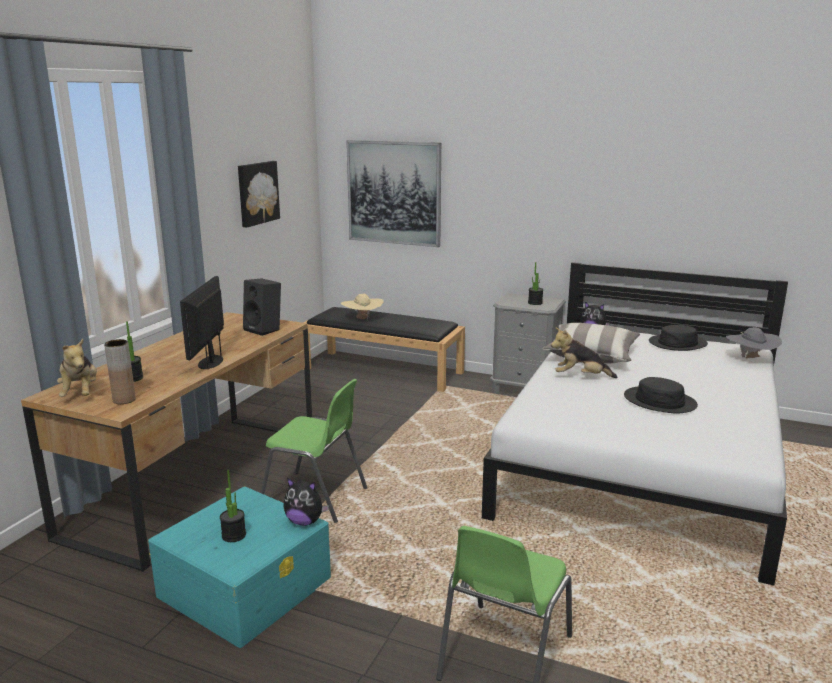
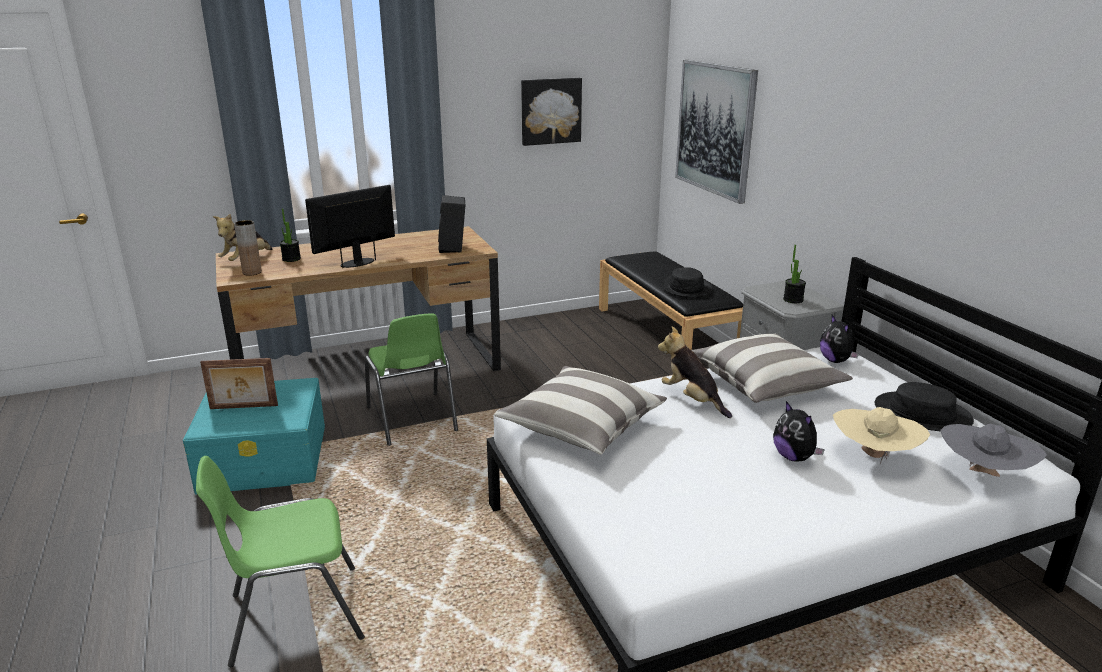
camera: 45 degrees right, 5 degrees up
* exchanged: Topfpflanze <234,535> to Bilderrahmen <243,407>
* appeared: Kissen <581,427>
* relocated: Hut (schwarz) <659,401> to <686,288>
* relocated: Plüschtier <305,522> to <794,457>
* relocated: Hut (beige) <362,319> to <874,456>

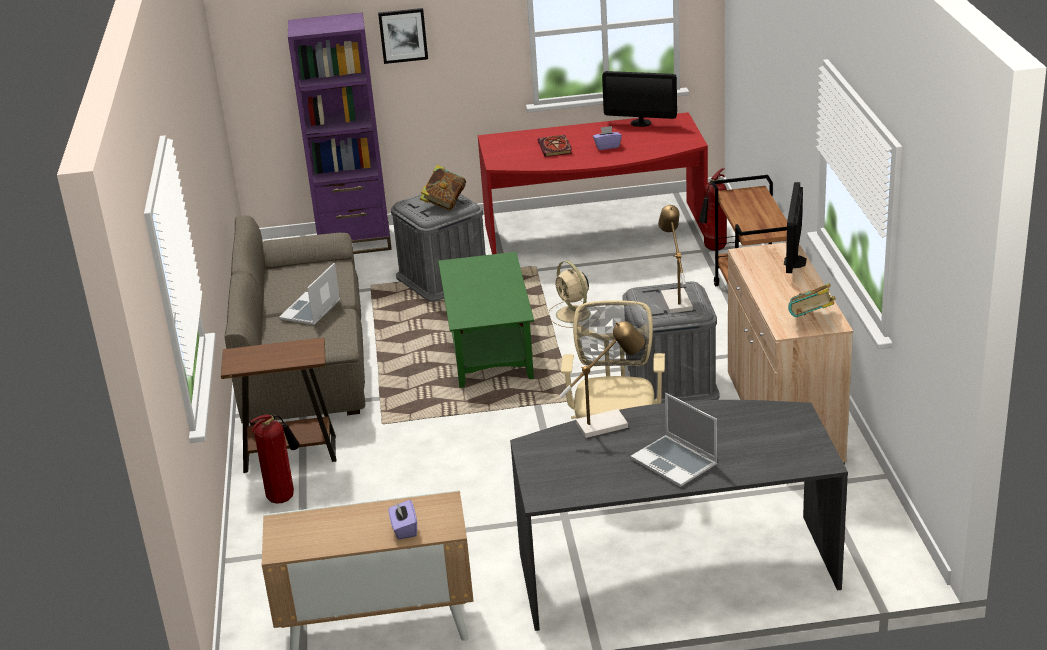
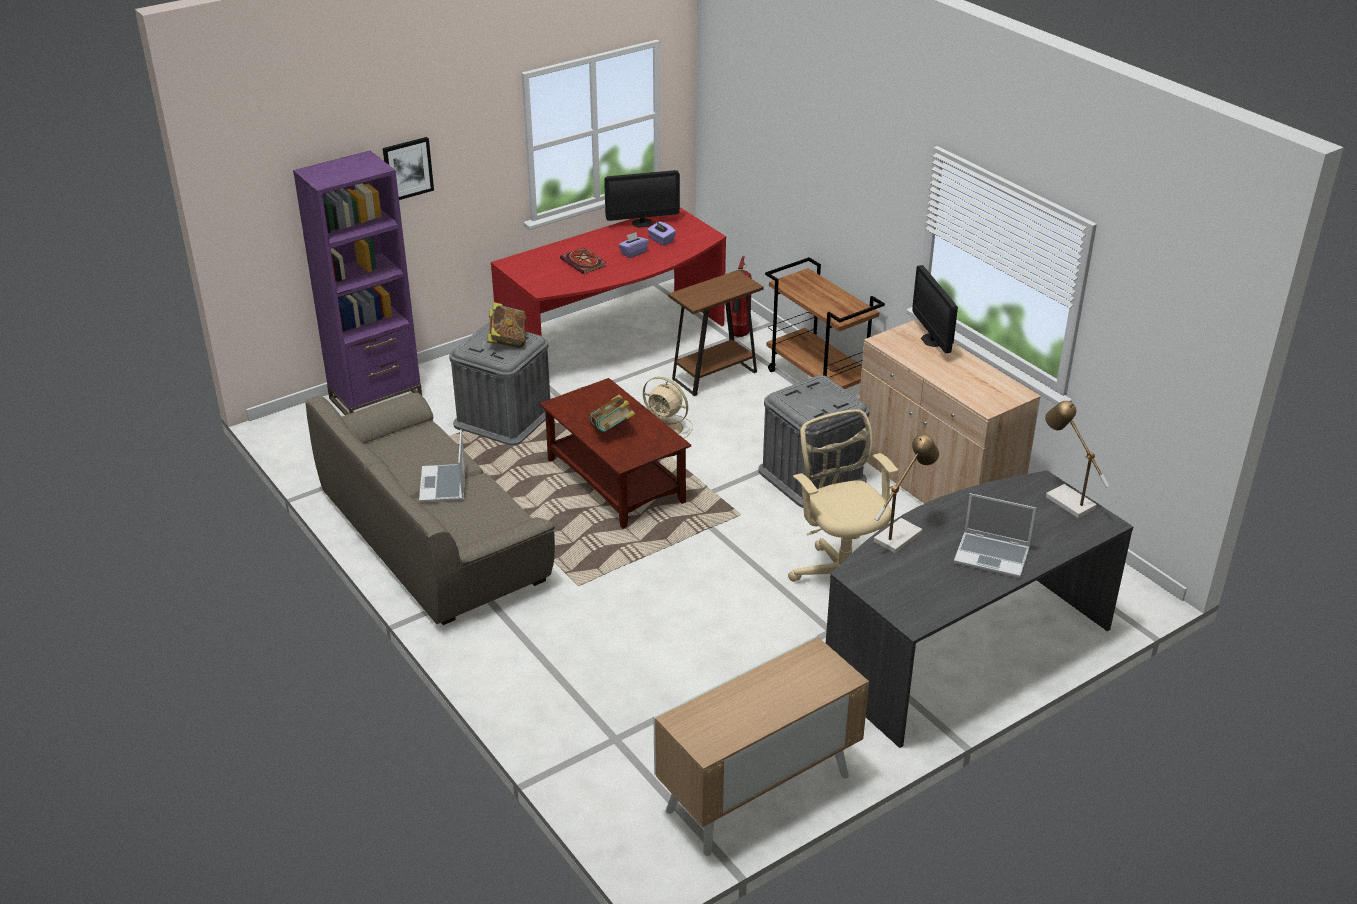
camera: 30 degrees left, 5 degrees up
* colour: Couchtisch (grün) <488,348> to Couchtisch (braun) <614,481>
* relocated: Buch <811,320> to <612,430>
* relocated: Taschentuchbox (lila) <404,529> to <661,240>
* relocated: Beistelltisch (braun) <290,454> to <714,375>
* relocated: Tischlampe <674,299> to <1064,500>
* missing: Feuerlöscher <283,496>

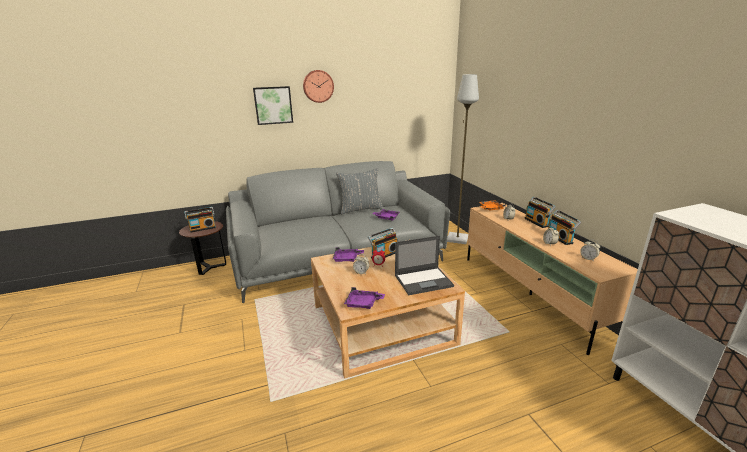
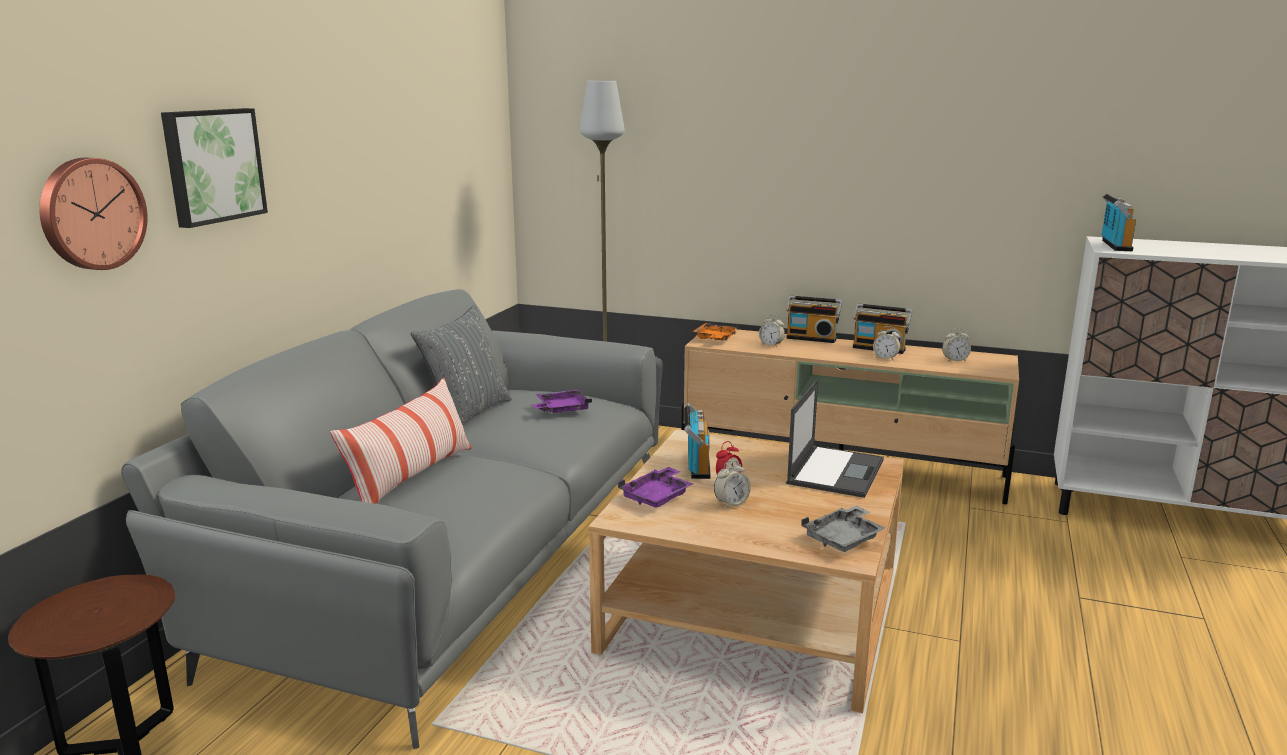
camera: 50 degrees left, 5 degrees down
* relocated: Wanduhr <318,86> to <91,214>
* appeared: Kissen <411,478>
* colour: Tablett (lila) <363,303> to Tablett (grau) <844,539>
* relocated: Radio <202,228> to <1113,245>

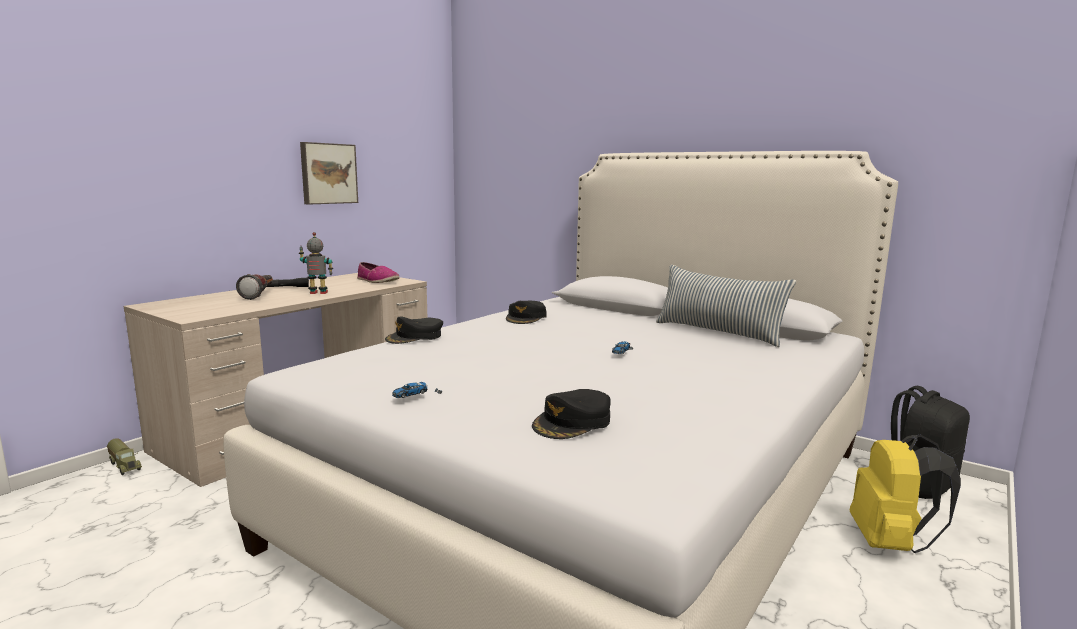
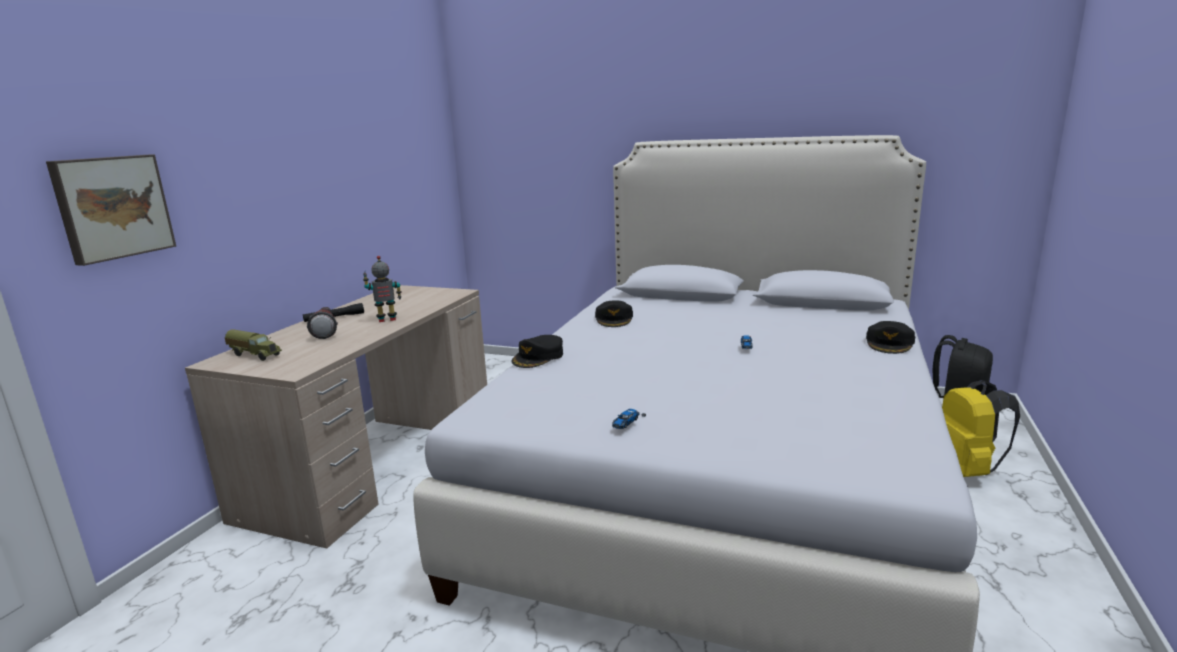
camera: 15 degrees left, 5 degrees up
* relocated: Bild <328,173> to <112,207>
* relocated: Spielzeuglaster <125,465> to <255,355>
* relocated: Kappe (schwarz) <573,422> to <890,343>
* missing: Schuh <377,281>
* missing: Kissen <718,332>

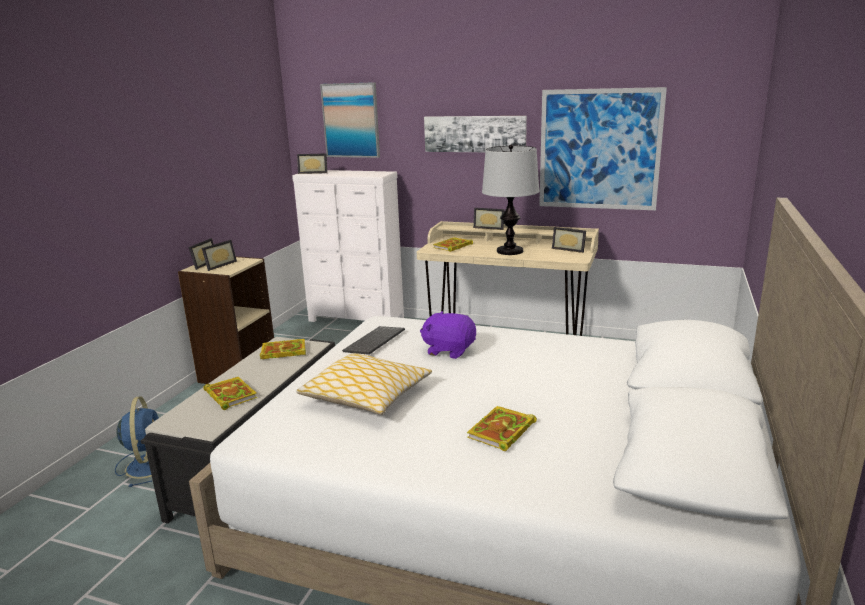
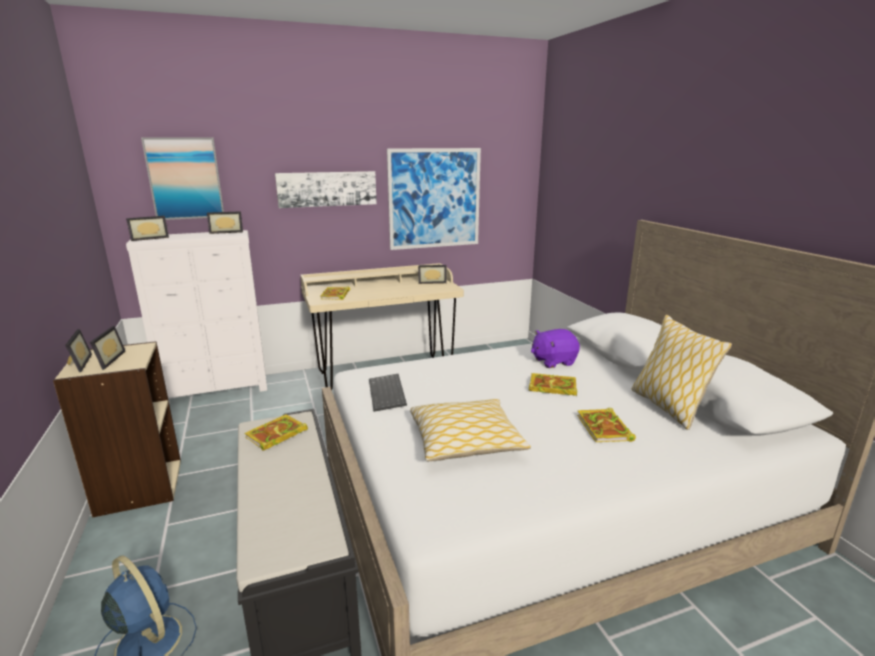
camera: 40 degrees left, 0 degrees up
* relocated: Bilderrahmen <489,227> to <226,232>
* relocated: Buch <230,395> to <551,387>
* relocated: Plüschtier (lila) <449,350> to <553,361>
* appeared: Kissen <668,407>
* missing: Tischlampe <510,251>

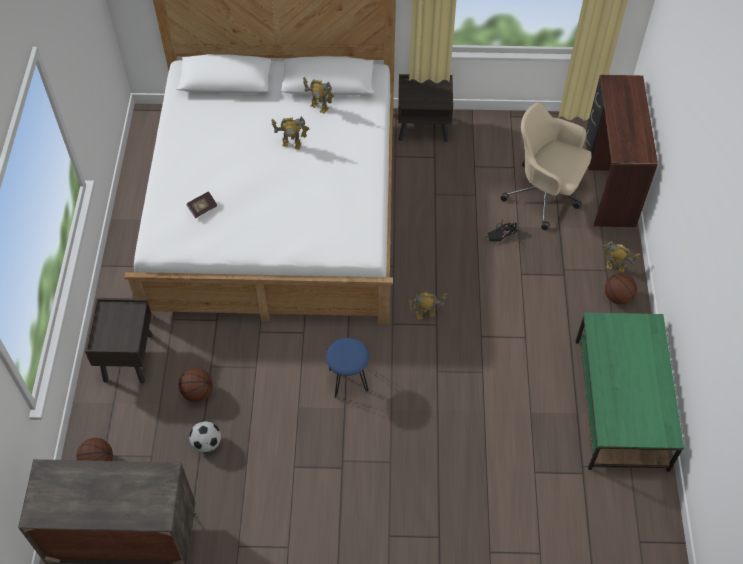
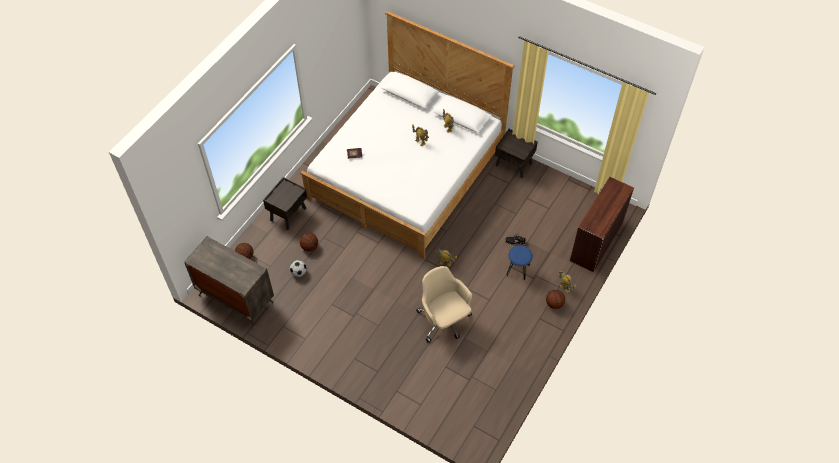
camera: 30 degrees right, 0 degrees up
* relocated: Bürostuhl (beige) <545,195> to <444,321>
* relocated: Hocker (blau) <349,380> to <518,270>
* missing: Couchtisch (grün) <620,402>

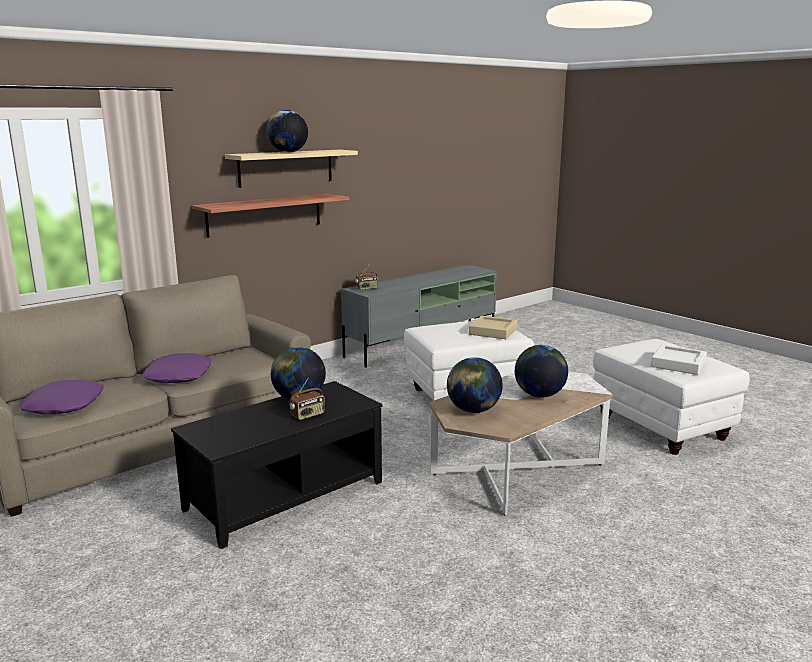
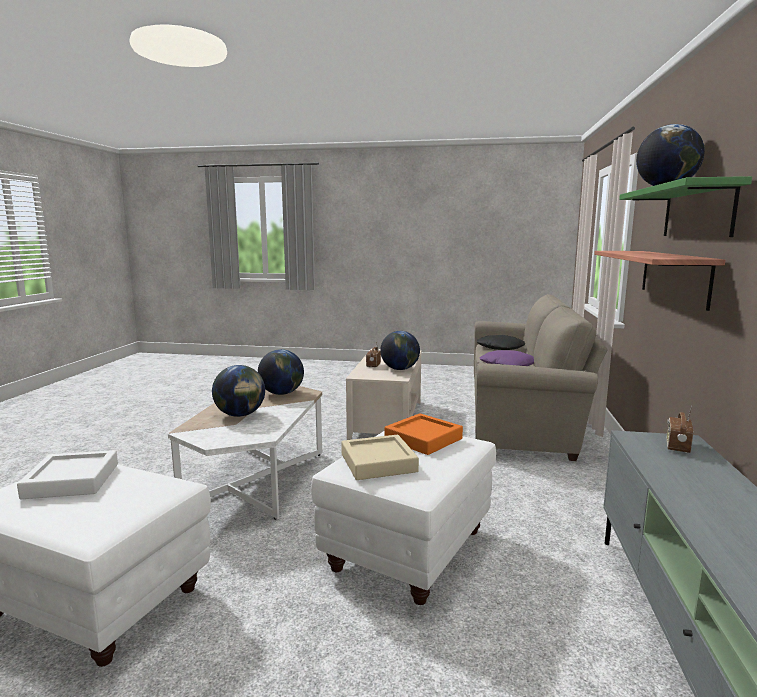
camera: 140 degrees right, 5 degrees down
* colour: Couchtisch (schwarz) <285,495> to Couchtisch (beige) <387,419>
* appeared: Tablett (orange) <423,439>
* colour: Kissen (lila) <63,405> to Kissen (schwarz) <501,348>
* colour: Wandregal (beige) <286,168> to Wandregal (grün) <697,211>

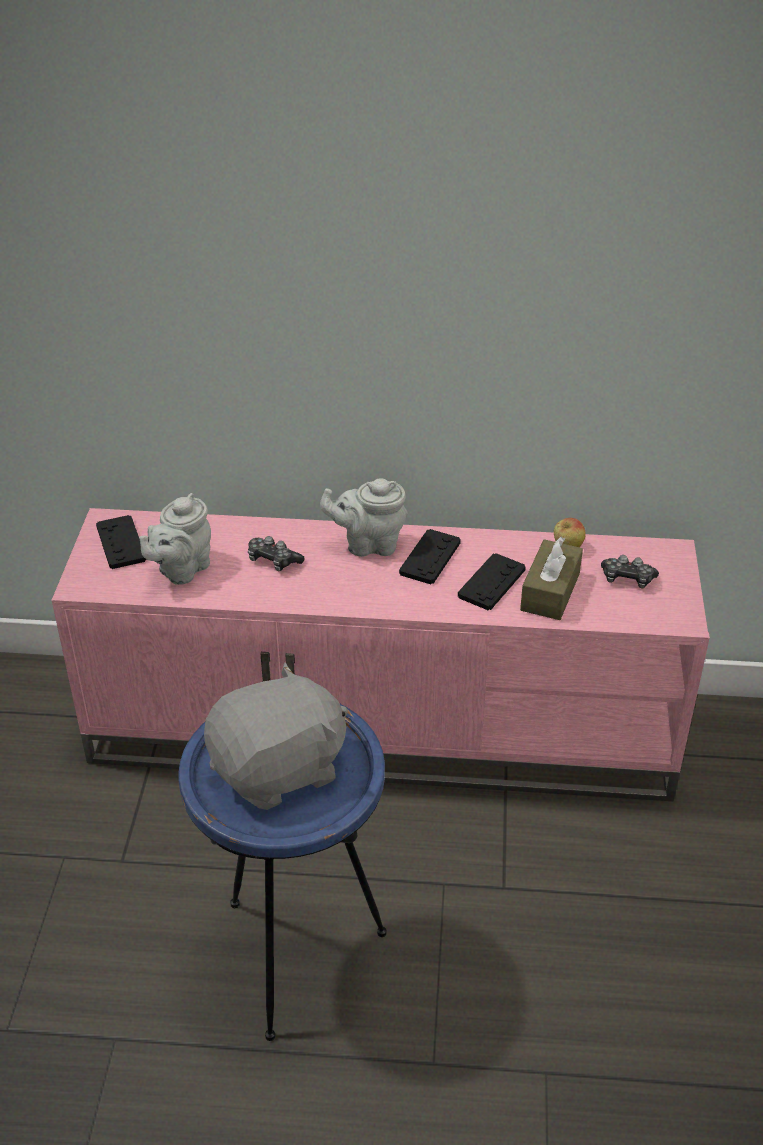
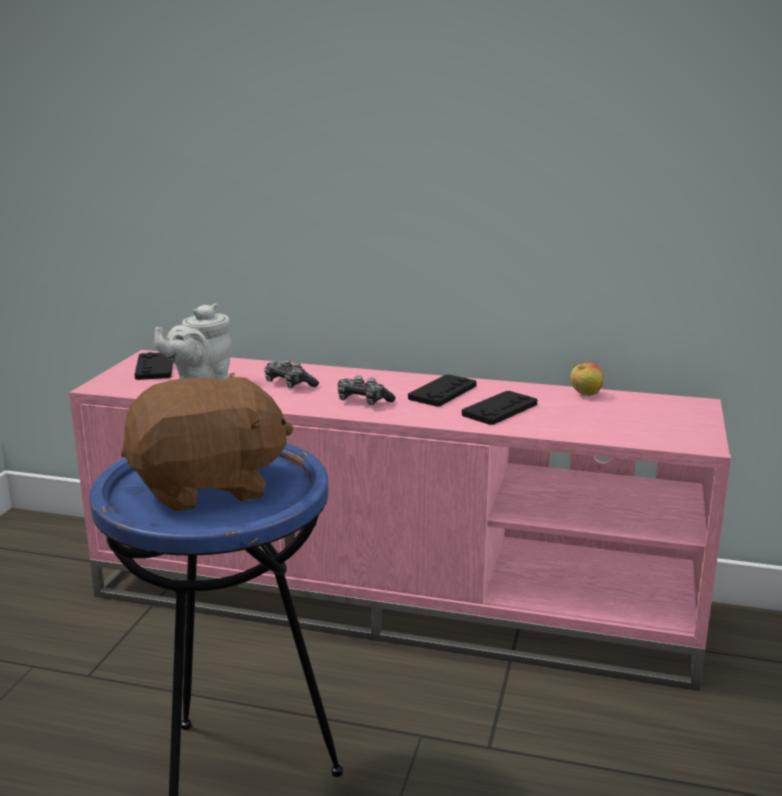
camera: 10 degrees right, 20 degrees down
* colour: Plüschtier (grau) <279,769> to Plüschtier (braun) <208,487>
* relocated: Gamepad <627,579> to <363,401>
* missing: Teekanne (grau) <368,544>
* missing: Taschentuchbox (braun) <550,592>

